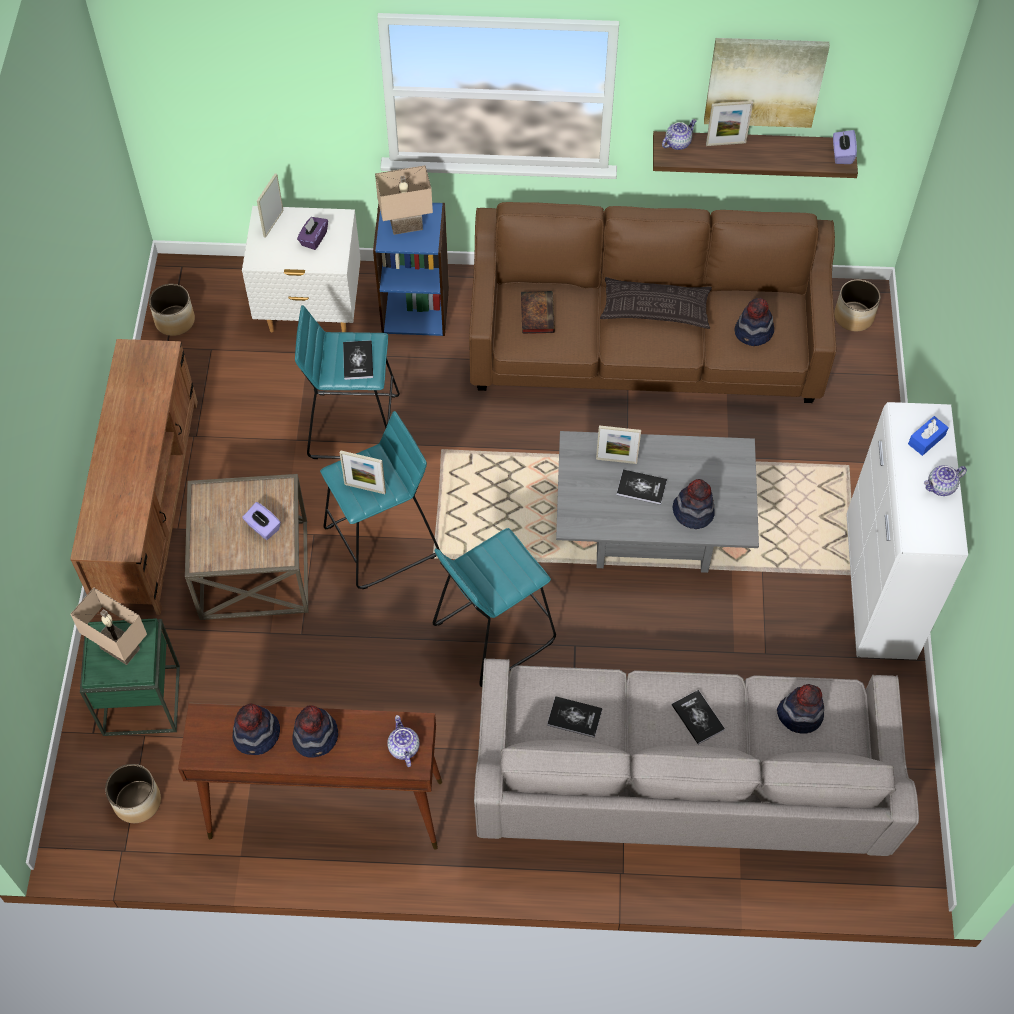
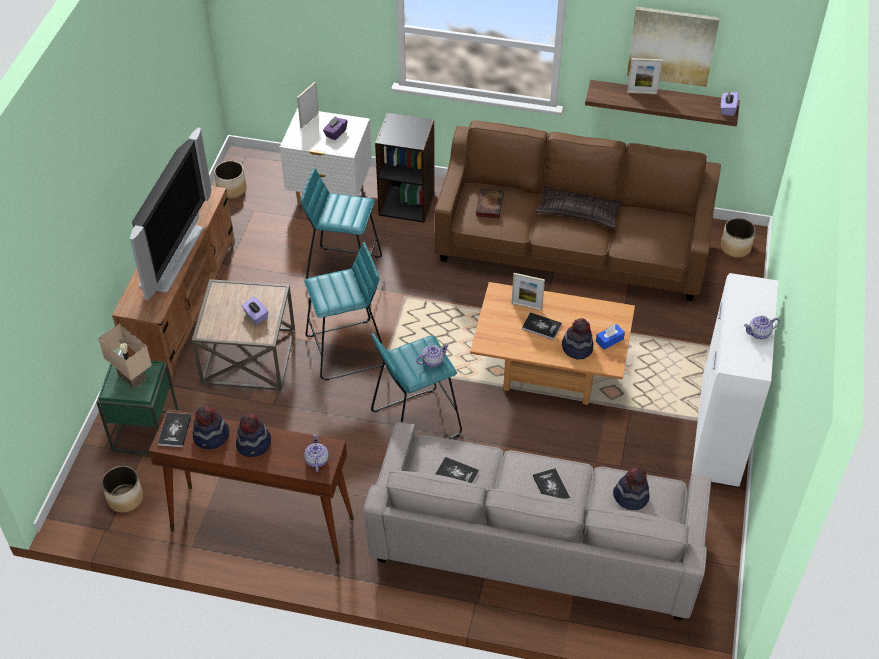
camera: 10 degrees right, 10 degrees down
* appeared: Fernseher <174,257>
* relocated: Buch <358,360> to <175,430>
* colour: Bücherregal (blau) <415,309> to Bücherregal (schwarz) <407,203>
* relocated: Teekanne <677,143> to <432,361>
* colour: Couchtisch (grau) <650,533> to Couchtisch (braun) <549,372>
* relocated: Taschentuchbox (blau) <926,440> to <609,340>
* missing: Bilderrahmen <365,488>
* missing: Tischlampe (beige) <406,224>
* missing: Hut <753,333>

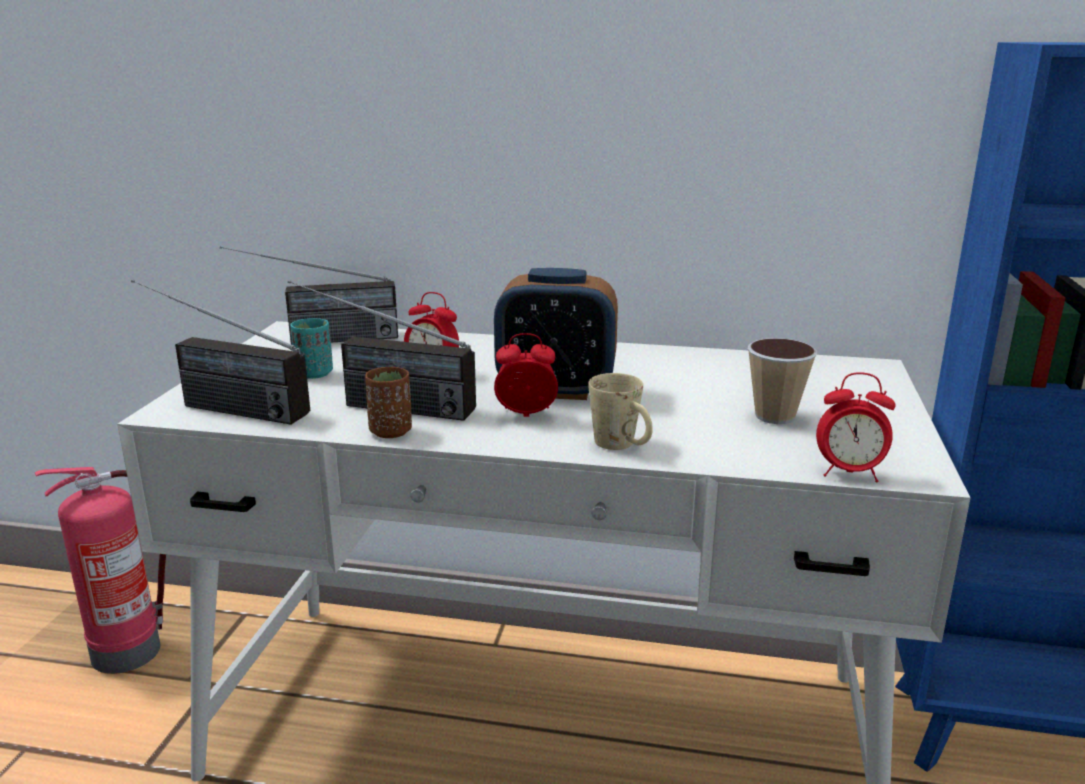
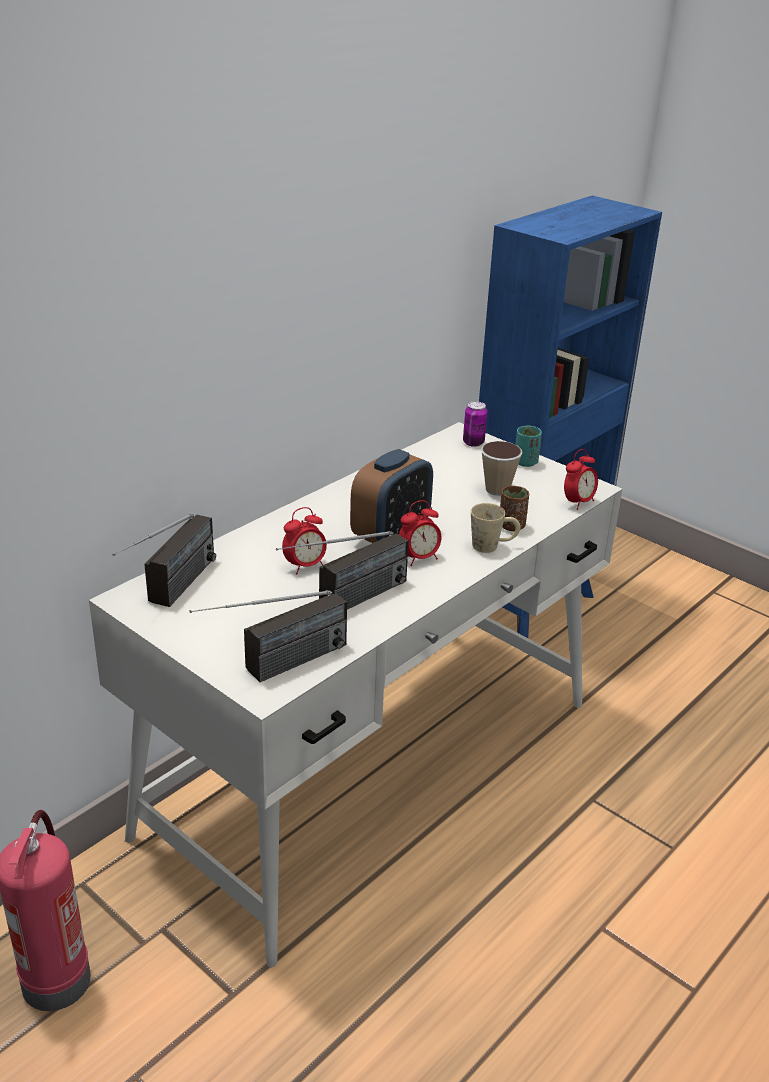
camera: 60 degrees left, 10 degrees up
* spun: Wecker <526,415> = <419,558> 150 degrees counterclockwise
* appeared: Dose <473,443>
* relocated: Tasse (braun) <391,431> to <511,526>
* relocated: Tasse (türkis) <314,373> to <525,462>

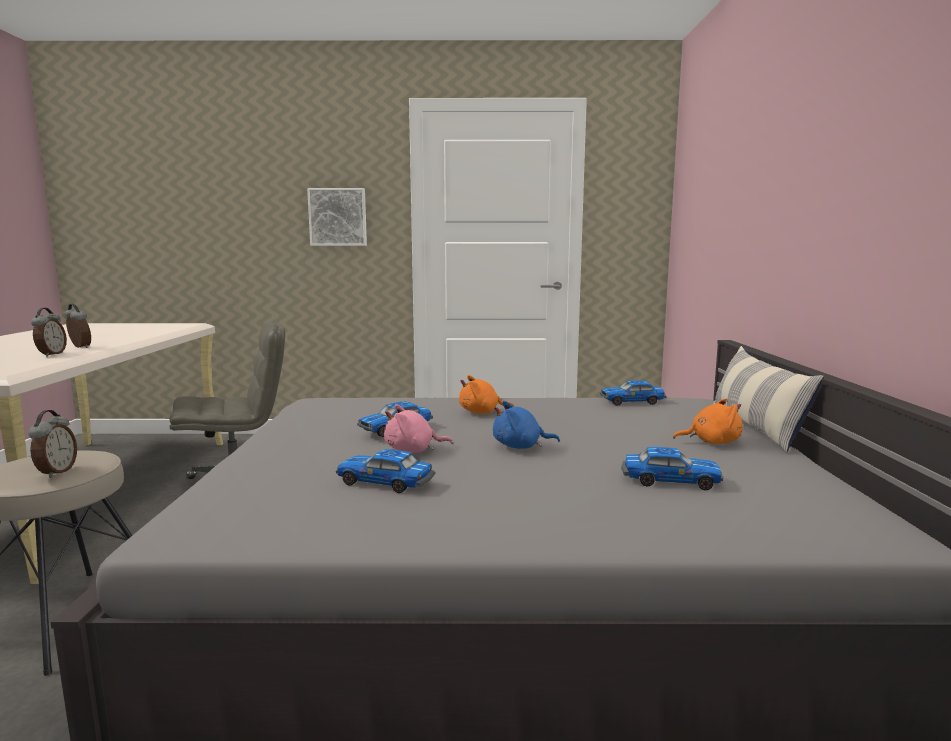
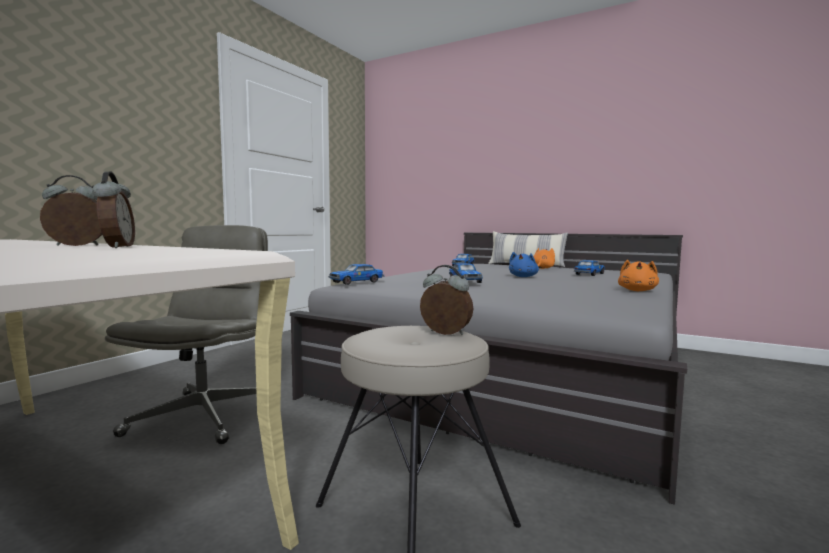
camera: 60 degrees left, 5 degrees down
* spun: Wecker <51,354> = <116,247> 45 degrees clockwise
* relocated: Spielzeugauto <386,482> to <357,282>
* relocated: Plüschtier (orange) <482,412> to <637,291>
* missing: Bild <338,217>
* missing: Plüschtier (rosa) <413,450>

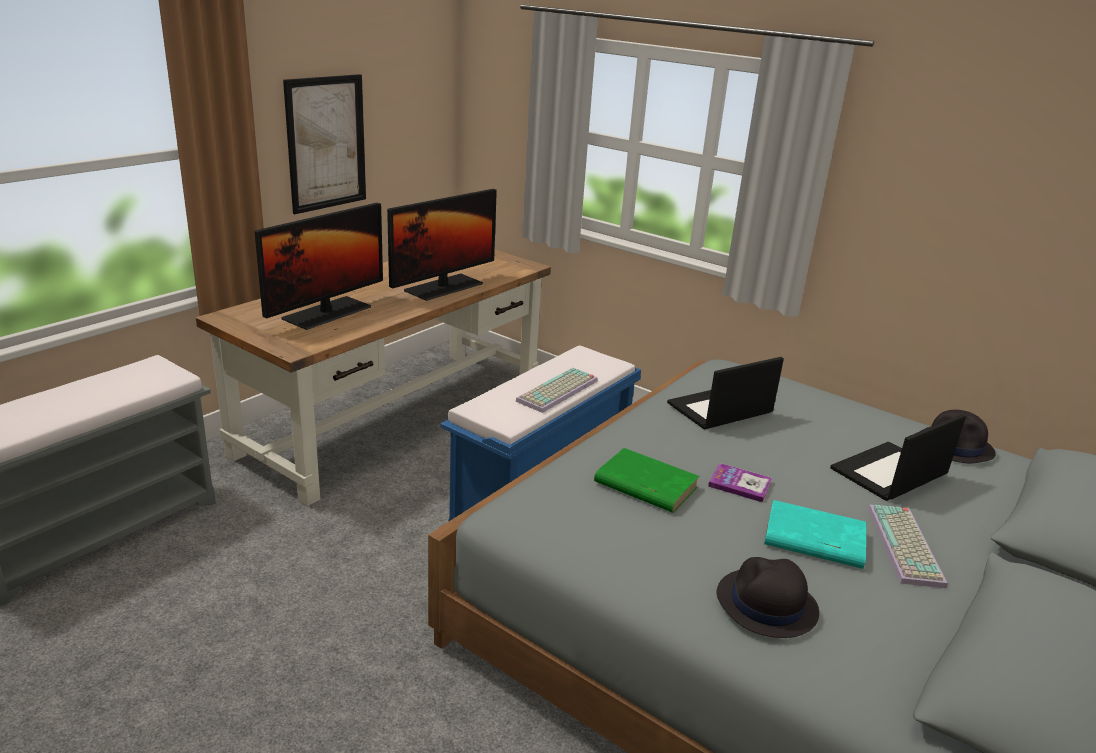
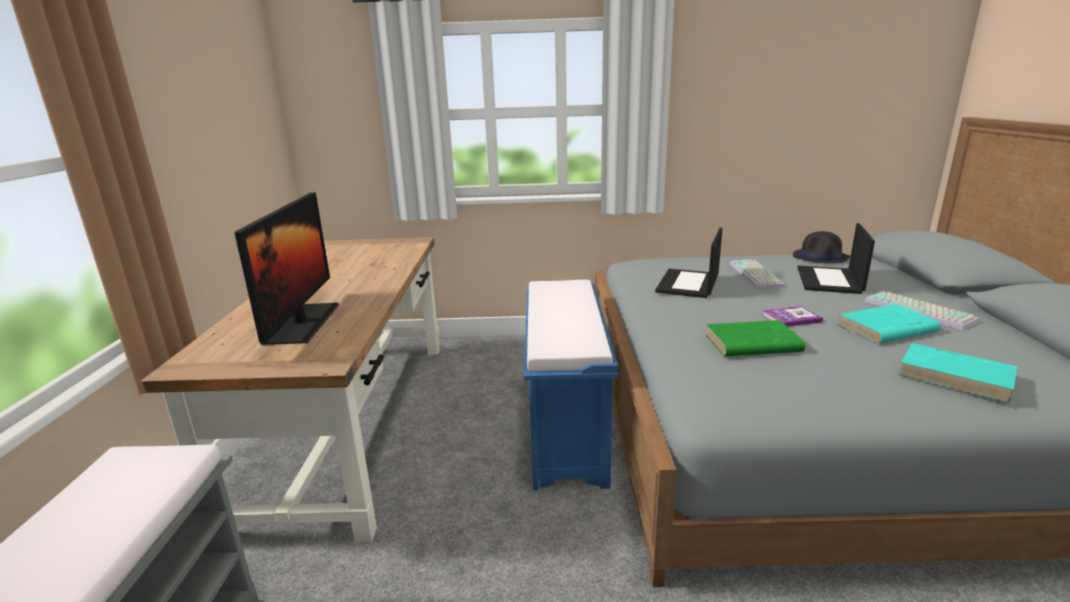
camera: 35 degrees left, 5 degrees down
* relocated: Tastatur <558,392> to <757,275>
* exchanged: Hut (schwarz) <766,604> to Buch (türkis) <956,376>
* missing: Bild <326,143>
* missing: Monitor <444,287>

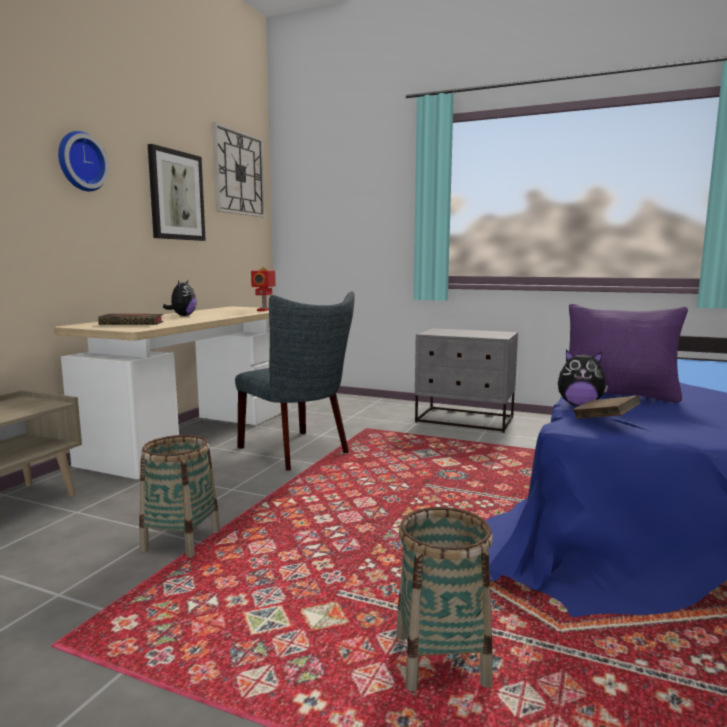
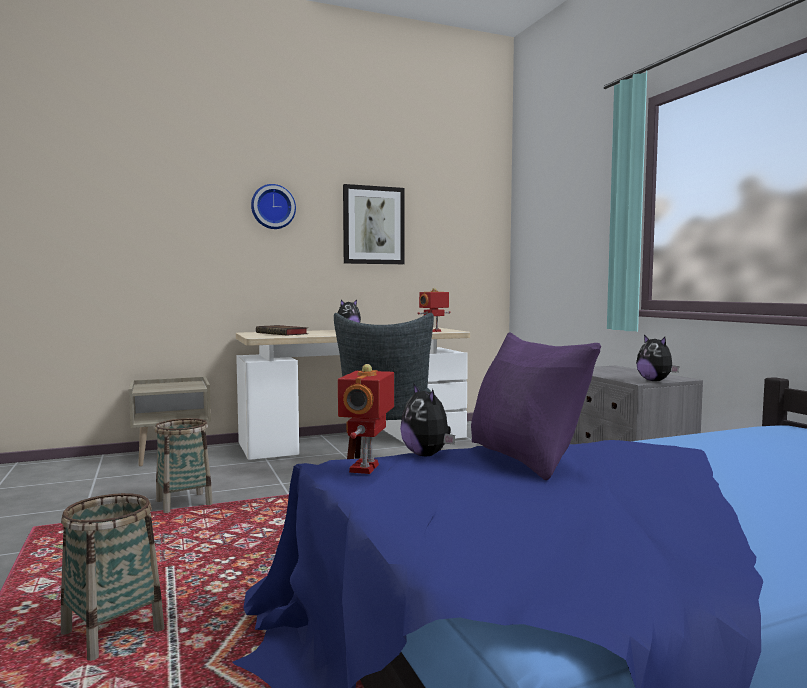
camera: 45 degrees right, 5 degrees down
* exchanged: Buch (braun) <604,421> to Spielzeugroboter <366,468>
* appeared: Plüschtier <655,381>
* missing: Wanduhr <239,173>

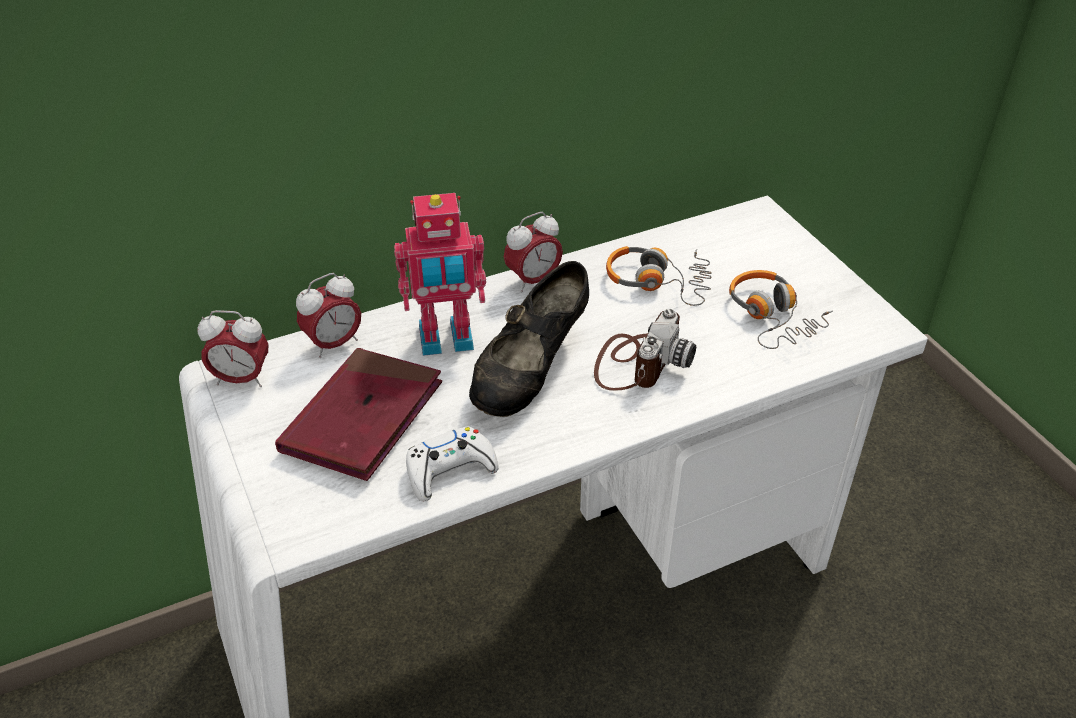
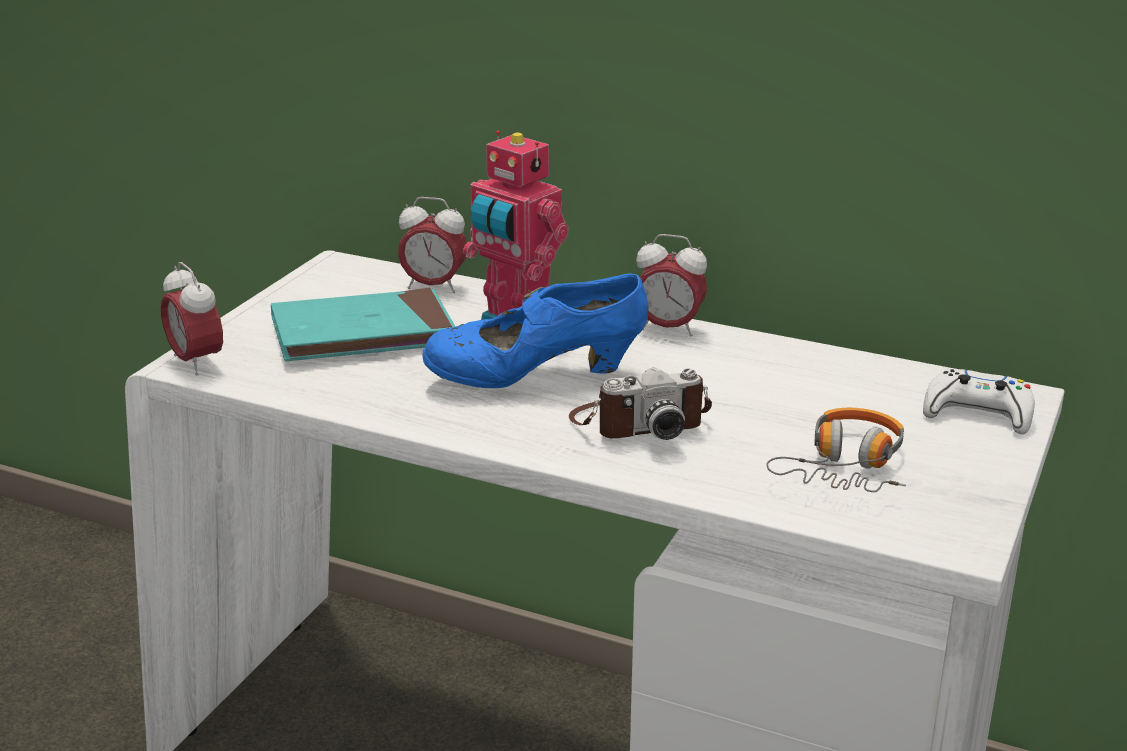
camera: 50 degrees right, 15 degrees down
* relocated: Wecker <241,379> to <196,362>
* colour: Buch (rot) <363,418> to Buch (türkis) <363,334>
* colour: Schuh (schwarz) <530,373> to Schuh (blau) <535,378>
* relocated: Gamepad (weiß) <450,470> to <978,414>
* missing: Kopfhörer <657,282>

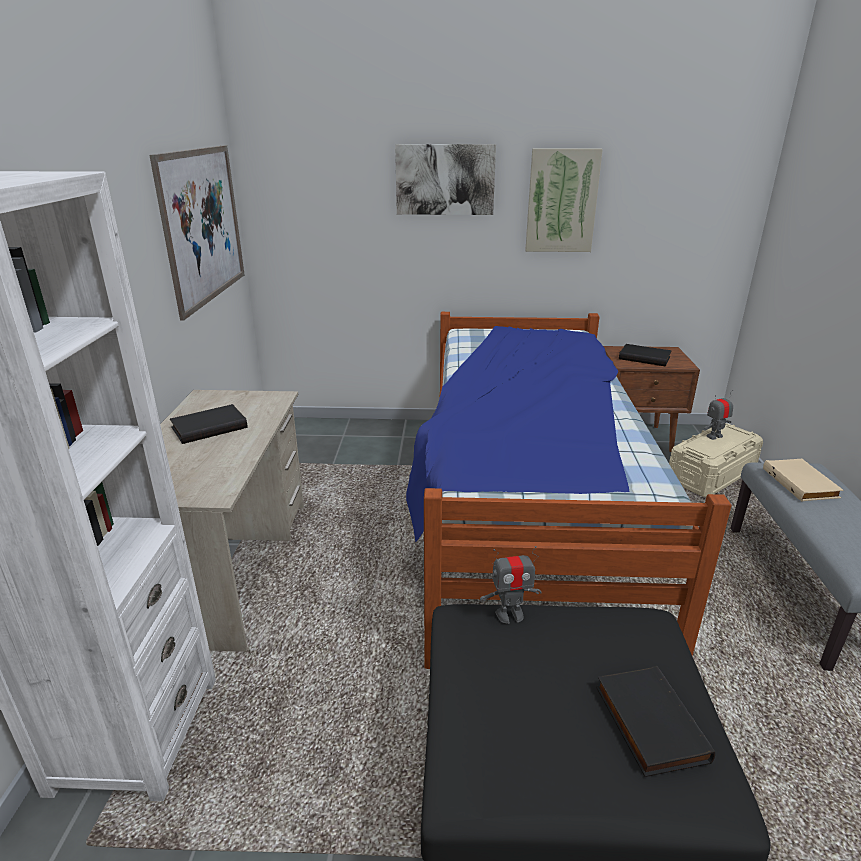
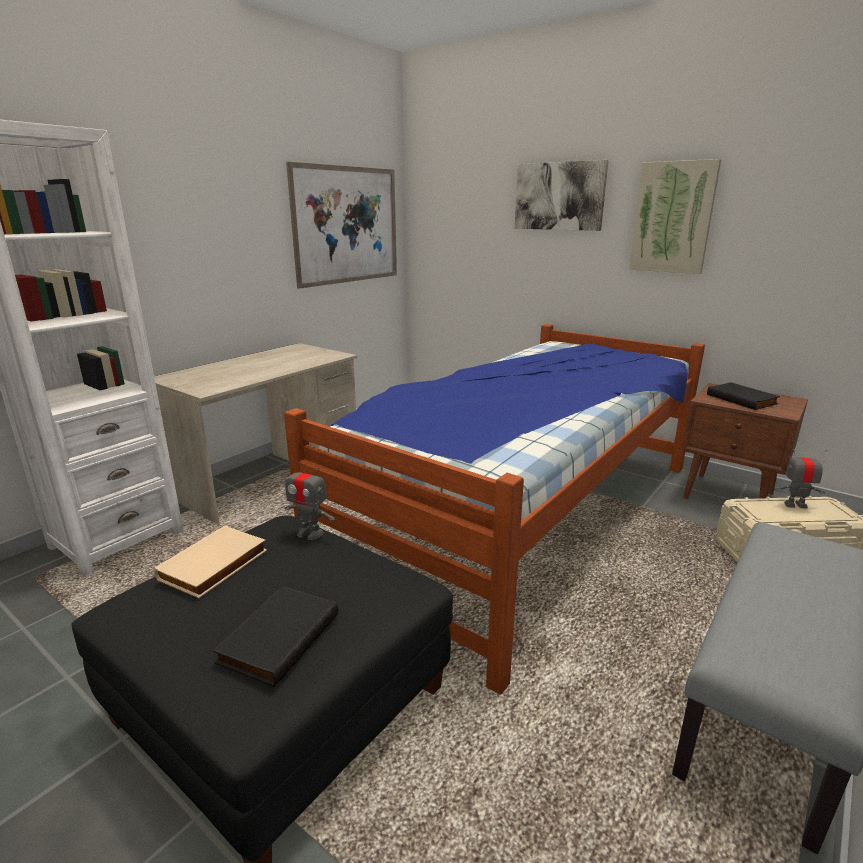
camera: 35 degrees right, 5 degrees down
* relocated: Buch (beige) <801,483> to <215,566>
* missing: Buch (schwarz) <209,427>

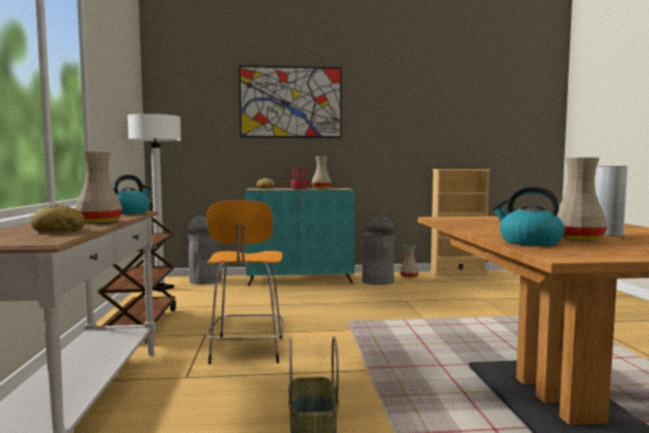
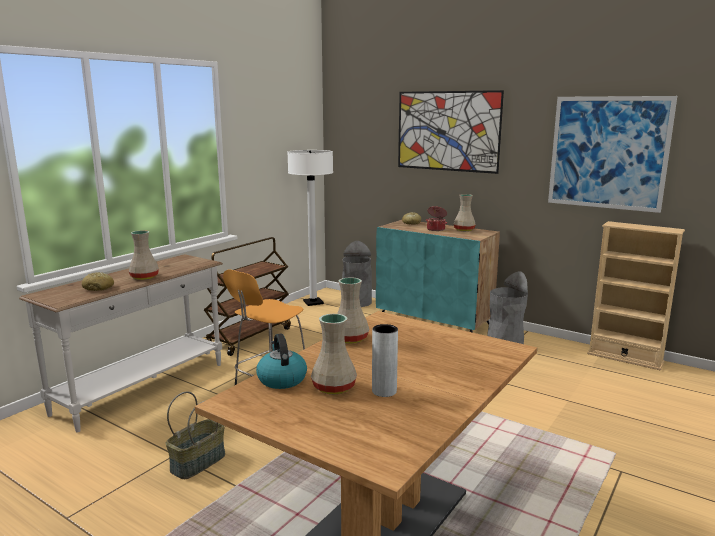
camera: 40 degrees right, 10 degrees up
* relocated: Vase (beige) <409,276> to <351,339>
* appeared: Bild <608,153>
* missing: Wasserkessel <129,212>

